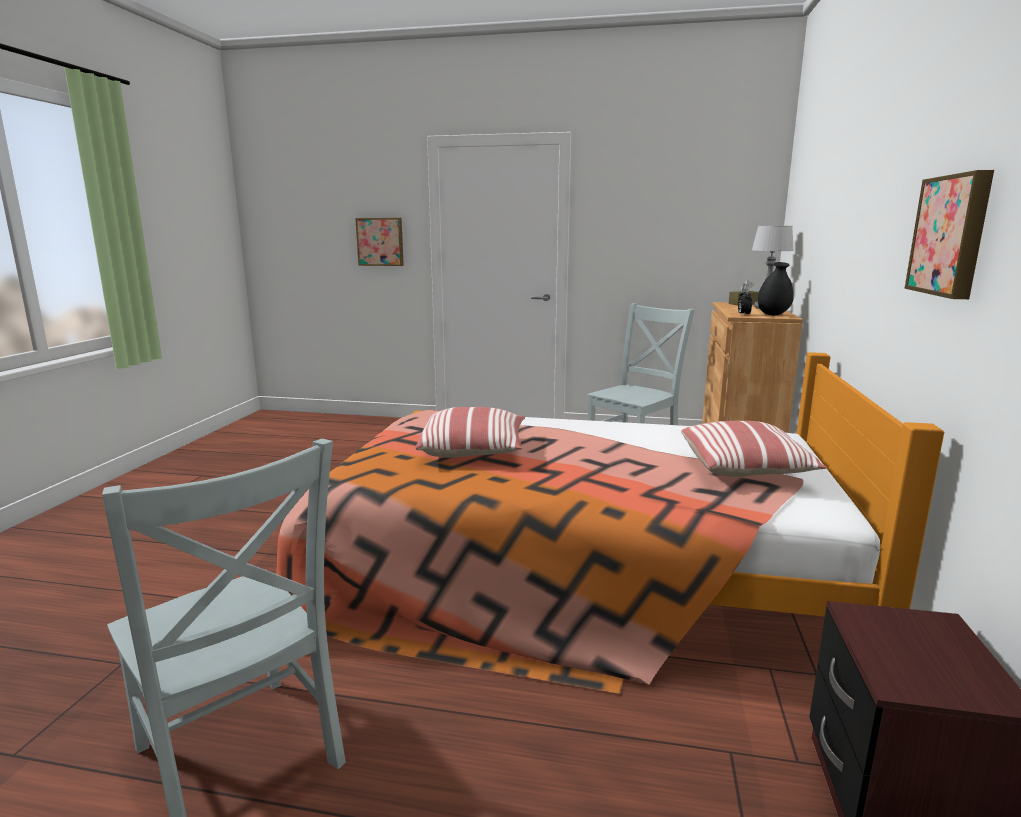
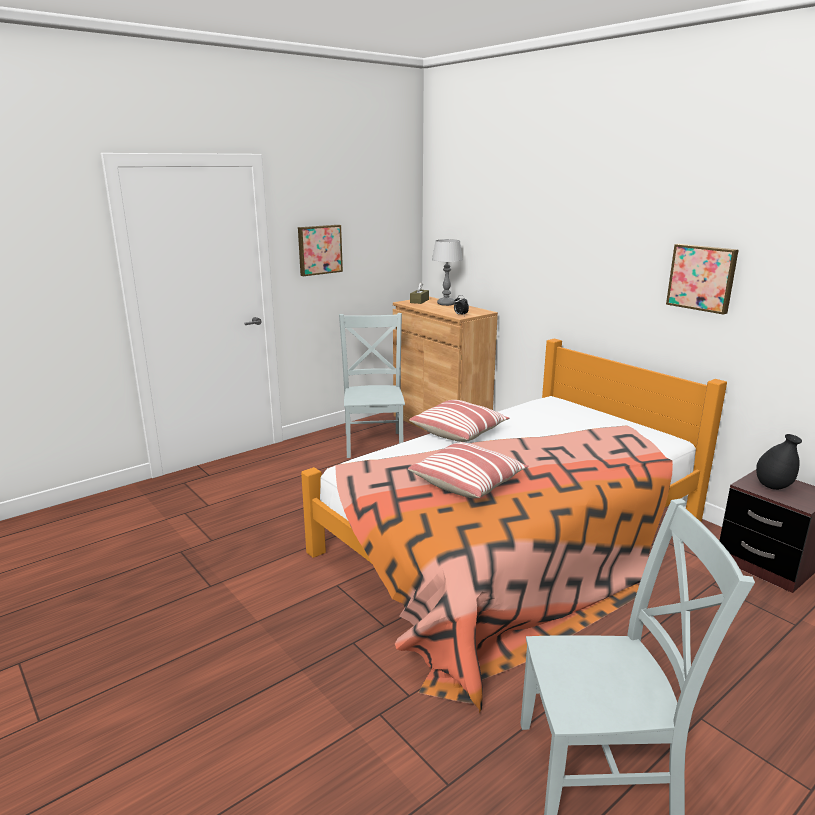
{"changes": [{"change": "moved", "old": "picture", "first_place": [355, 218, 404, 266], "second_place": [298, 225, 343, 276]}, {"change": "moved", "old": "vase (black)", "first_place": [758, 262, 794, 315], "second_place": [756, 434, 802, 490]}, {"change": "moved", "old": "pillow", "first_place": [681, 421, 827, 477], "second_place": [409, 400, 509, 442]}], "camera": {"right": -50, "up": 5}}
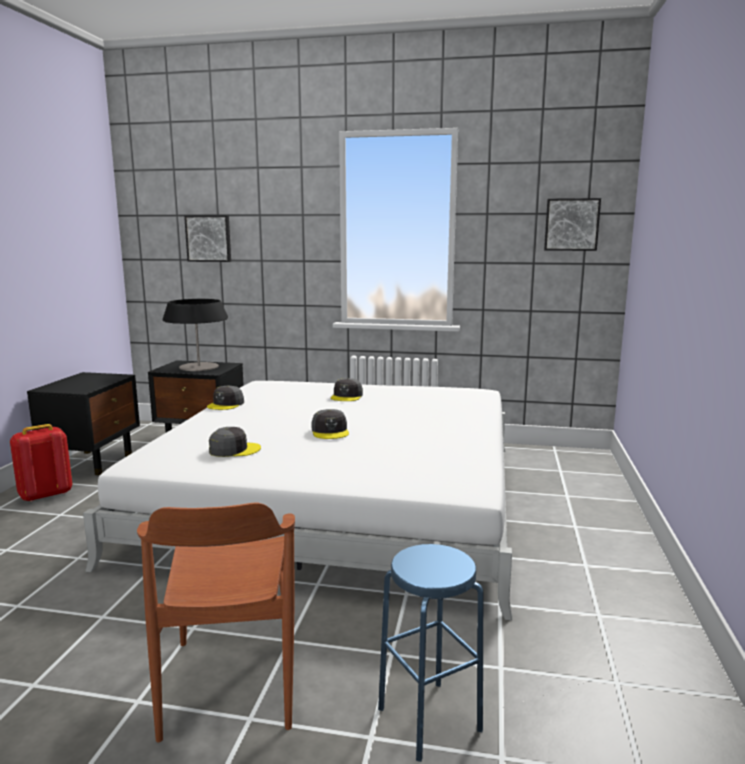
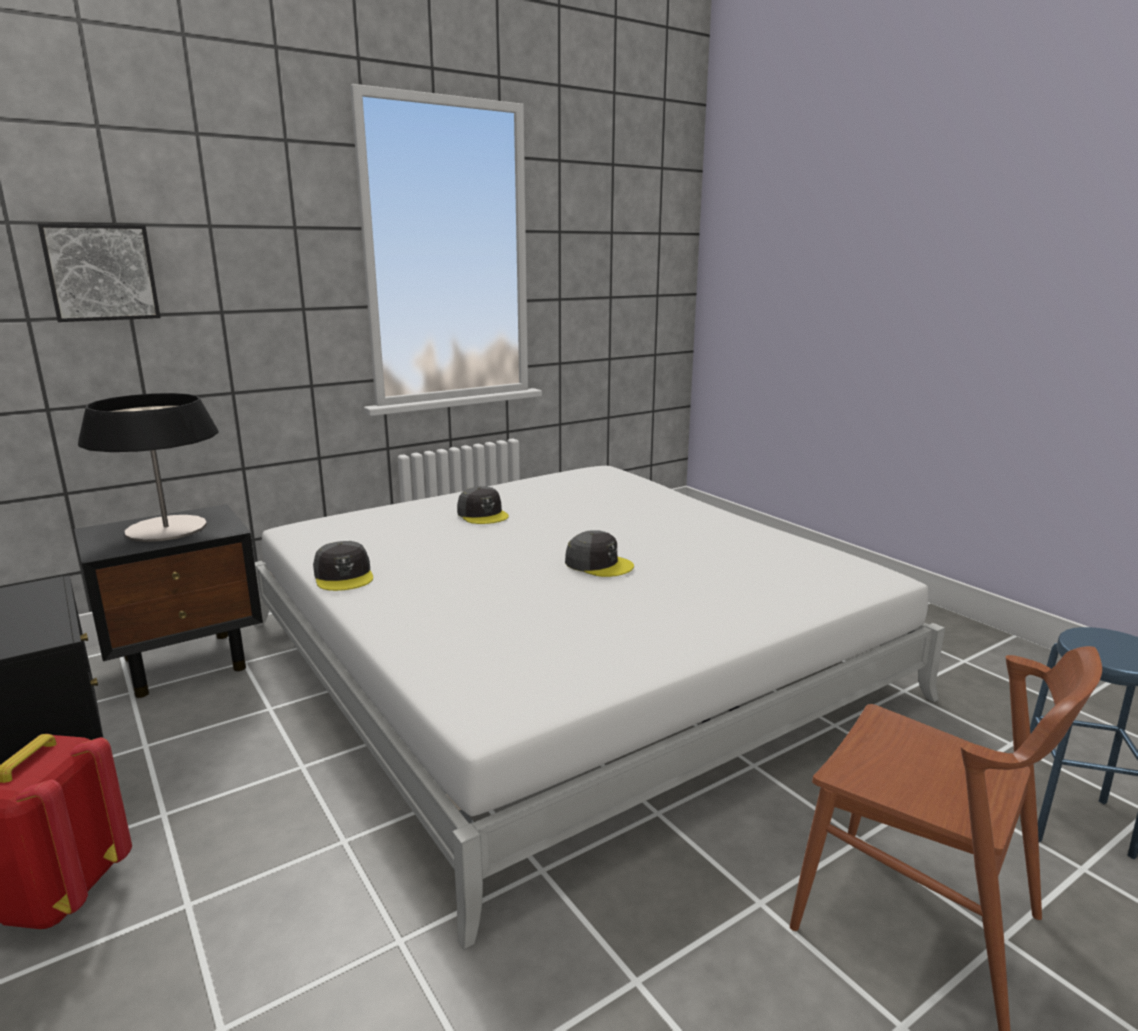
{"changes": [{"change": "removed", "old": "picture", "first_place": [544, 198, 601, 251]}, {"change": "removed", "old": "cap (grey)", "first_place": [209, 427, 261, 457]}], "camera": {"right": -45, "up": 5}}
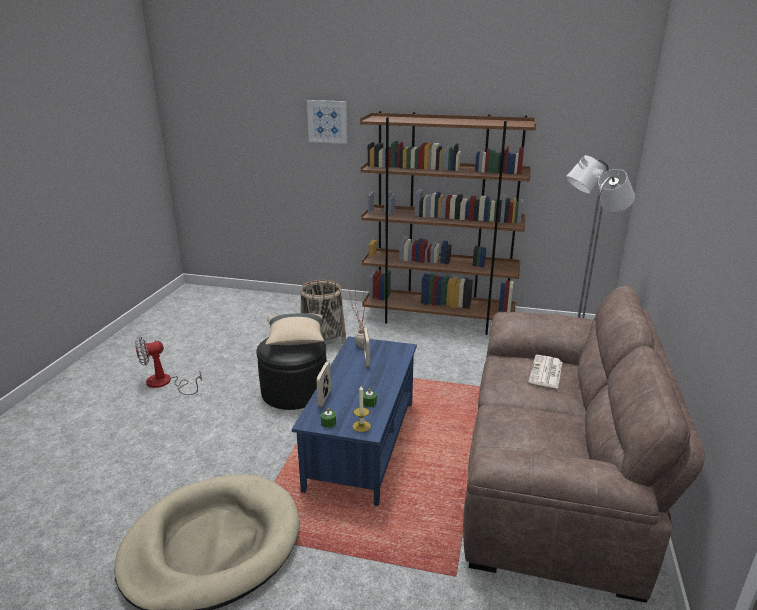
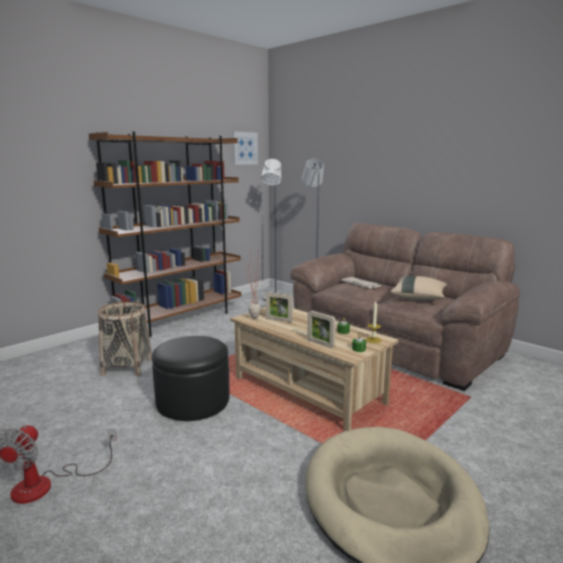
{"changes": [{"change": "moved", "old": "picture", "first_place": [307, 100, 348, 144], "second_place": [233, 132, 258, 165]}, {"change": "moved", "old": "pillow (beige)", "first_place": [265, 313, 324, 345], "second_place": [391, 276, 447, 300]}, {"change": "recoloured", "old": "coffee table (blue)", "new": "coffee table (beige)", "first_place": [292, 336, 417, 506], "second_place": [230, 307, 399, 431]}], "camera": {"right": -60, "up": -10}}
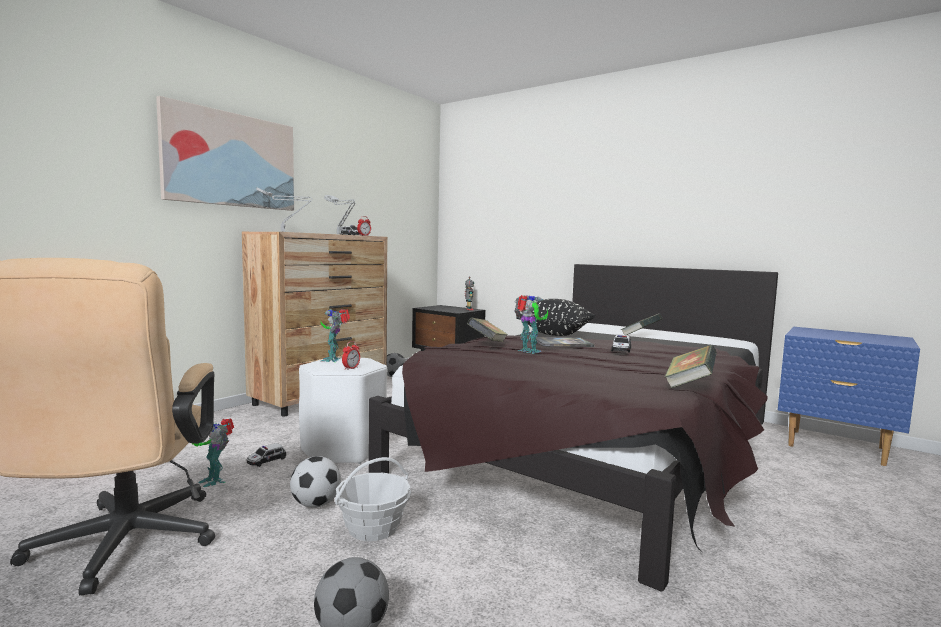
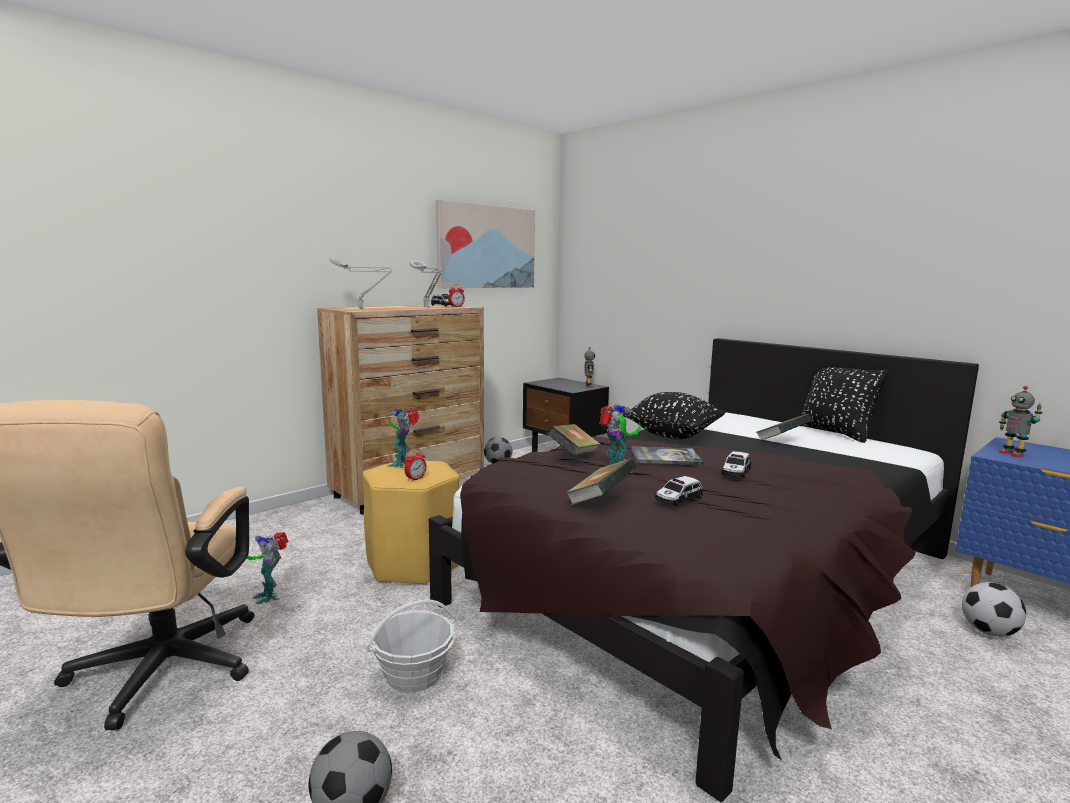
{"changes": [{"change": "moved", "old": "picture", "first_place": [156, 96, 294, 211], "second_place": [436, 200, 535, 288]}, {"change": "moved", "old": "book", "first_place": [665, 345, 717, 388], "second_place": [565, 459, 636, 505]}, {"change": "recoloured", "old": "stool (white)", "new": "stool (yellow)", "first_place": [299, 358, 387, 464], "second_place": [363, 460, 459, 585]}, {"change": "moved", "old": "toy car", "first_place": [247, 443, 286, 467], "second_place": [655, 476, 703, 506]}, {"change": "moved", "old": "football", "first_place": [290, 456, 341, 508], "second_place": [962, 582, 1026, 637]}, {"change": "added", "new": "pillow (black)", "second_place": [801, 367, 889, 443]}, {"change": "added", "new": "toy robot", "second_place": [999, 386, 1043, 457]}], "camera": {"right": 10, "up": 5}}
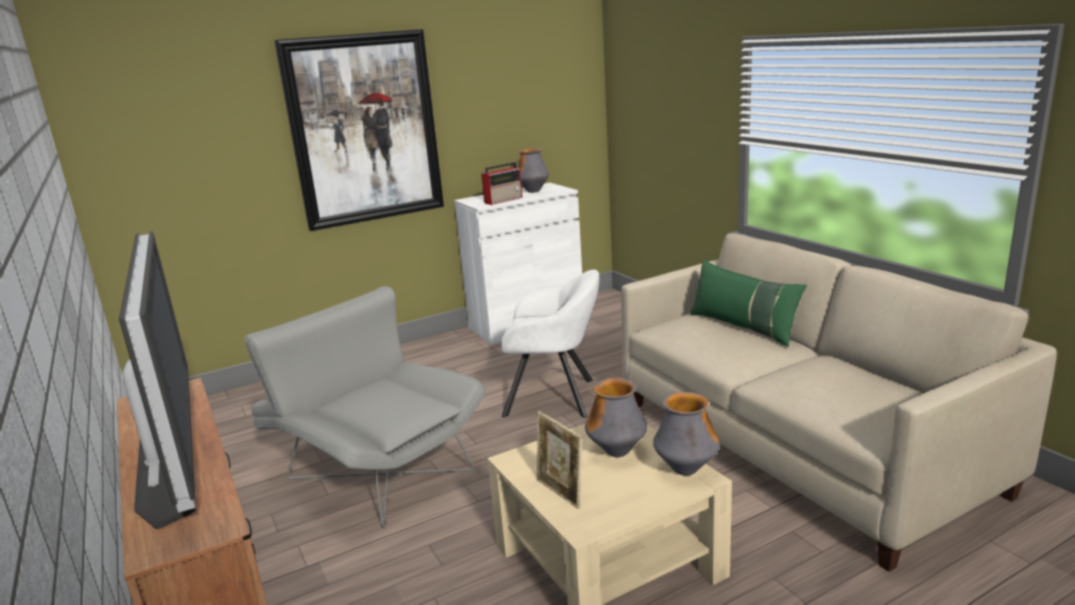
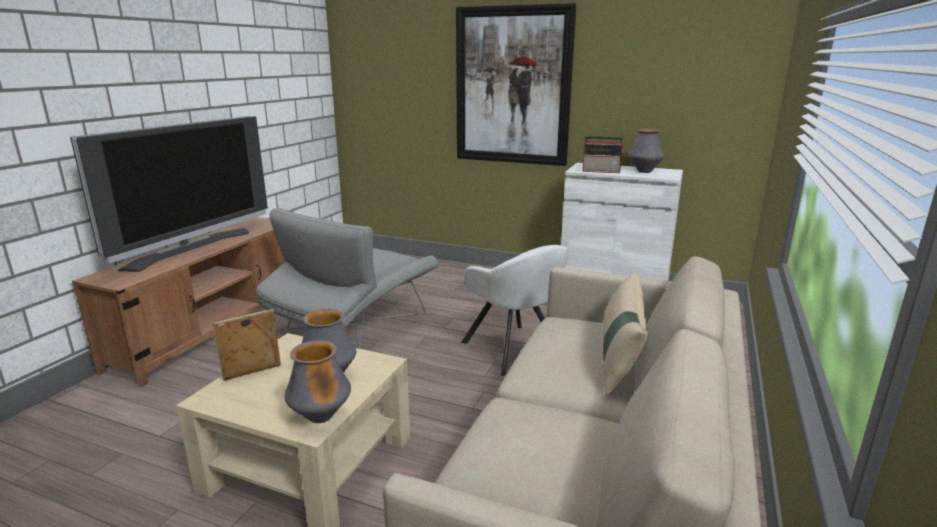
{"changes": [{"change": "recoloured", "old": "pillow (green)", "new": "pillow (beige)", "first_place": [691, 260, 807, 347], "second_place": [603, 271, 648, 396]}, {"change": "turned", "old": "armchair (grey)", "first_place": [245, 286, 486, 528], "second_place": [256, 208, 439, 349], "degrees": -150}, {"change": "turned", "old": "picture frame", "first_place": [537, 411, 582, 509], "second_place": [212, 309, 281, 381], "degrees": 45}], "camera": {"right": 50, "up": 0}}
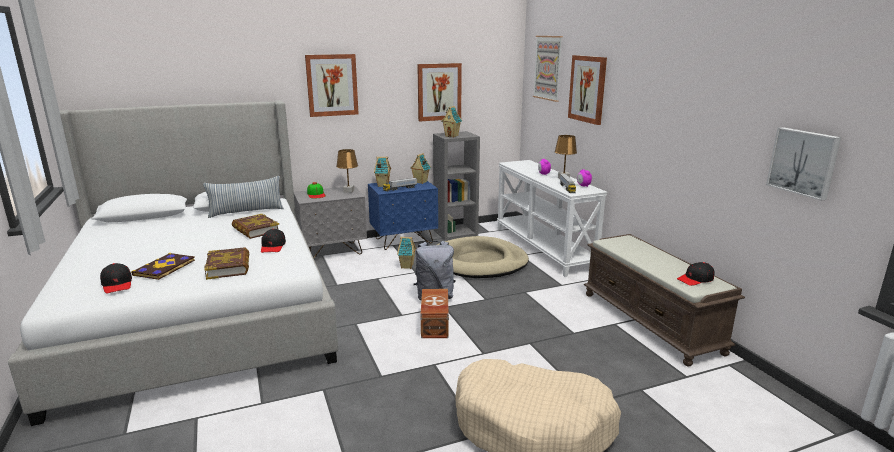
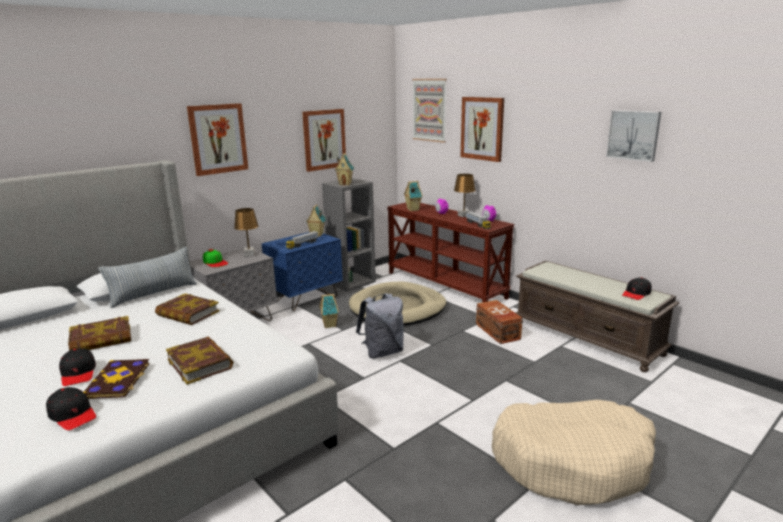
{"changes": [{"change": "moved", "old": "picture", "first_place": [766, 127, 841, 201], "second_place": [606, 110, 661, 162]}, {"change": "moved", "old": "toy house", "first_place": [374, 157, 391, 187], "second_place": [404, 181, 423, 211]}, {"change": "recoloured", "old": "console table (white)", "new": "console table (brown)", "first_place": [497, 160, 608, 277], "second_place": [387, 202, 515, 302]}, {"change": "moved", "old": "cap (black)", "first_place": [261, 229, 286, 253], "second_place": [59, 348, 96, 386]}, {"change": "moved", "old": "storage box (brown)", "first_place": [421, 289, 449, 338], "second_place": [476, 300, 523, 344]}, {"change": "added", "new": "book", "second_place": [68, 316, 131, 351]}], "camera": {"right": -20, "up": 0}}
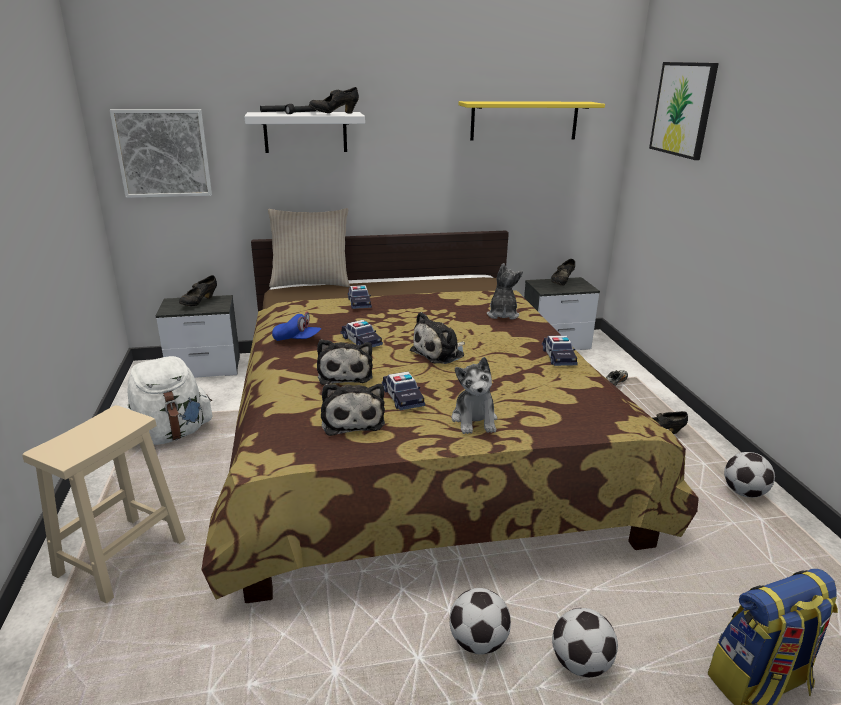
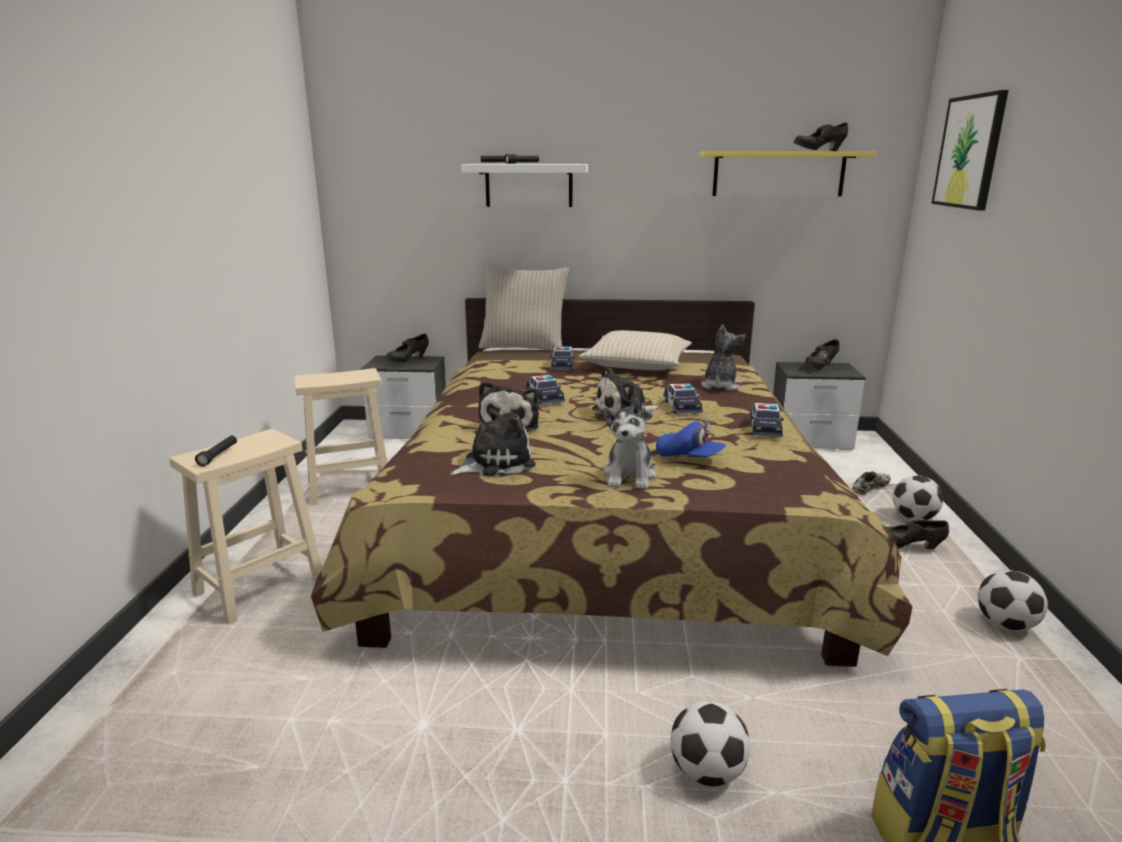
{"changes": [{"change": "moved", "old": "shoe (black)", "first_place": [309, 87, 359, 114], "second_place": [794, 122, 848, 151]}, {"change": "removed", "old": "picture", "first_place": [110, 109, 212, 198]}, {"change": "moved", "old": "cap (blue)", "first_place": [272, 312, 321, 341], "second_place": [656, 420, 726, 457]}, {"change": "replaced", "old": "backpack (white)", "new": "stool (beige)", "first_place": [124, 356, 212, 445], "second_place": [294, 368, 388, 505]}, {"change": "moved", "old": "toy car", "first_place": [382, 372, 425, 410], "second_place": [663, 383, 703, 414]}, {"change": "turned", "old": "plush toy", "first_place": [321, 384, 385, 436], "second_place": [450, 408, 535, 476], "degrees": -120}, {"change": "moved", "old": "football", "first_place": [450, 588, 511, 654], "second_place": [893, 475, 943, 521]}, {"change": "added", "new": "pillow (beige)", "second_place": [579, 330, 692, 370]}, {"change": "added", "new": "flashlight (black)", "second_place": [195, 435, 237, 467]}], "camera": {"right": 15, "up": -5}}
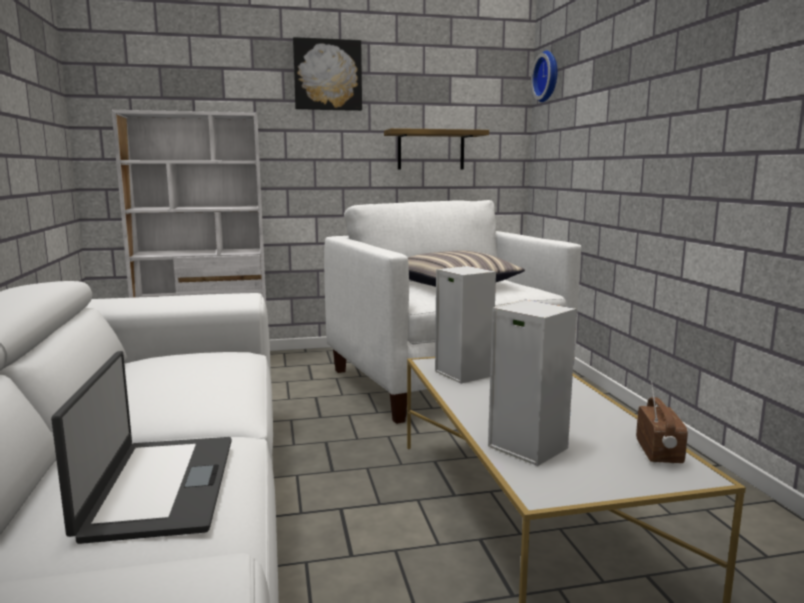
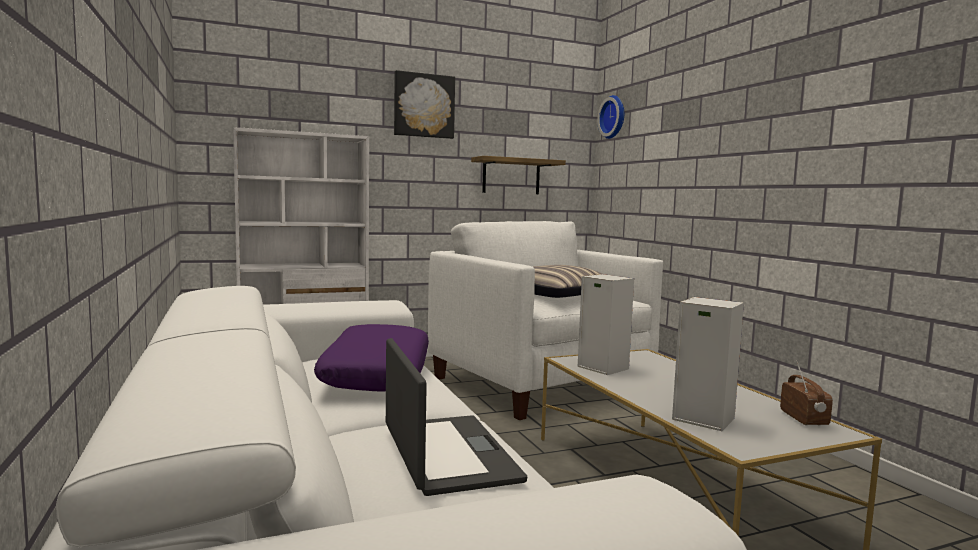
{"changes": [{"change": "added", "new": "pillow (purple)", "second_place": [314, 324, 429, 392]}], "camera": {"right": -10, "up": -5}}
